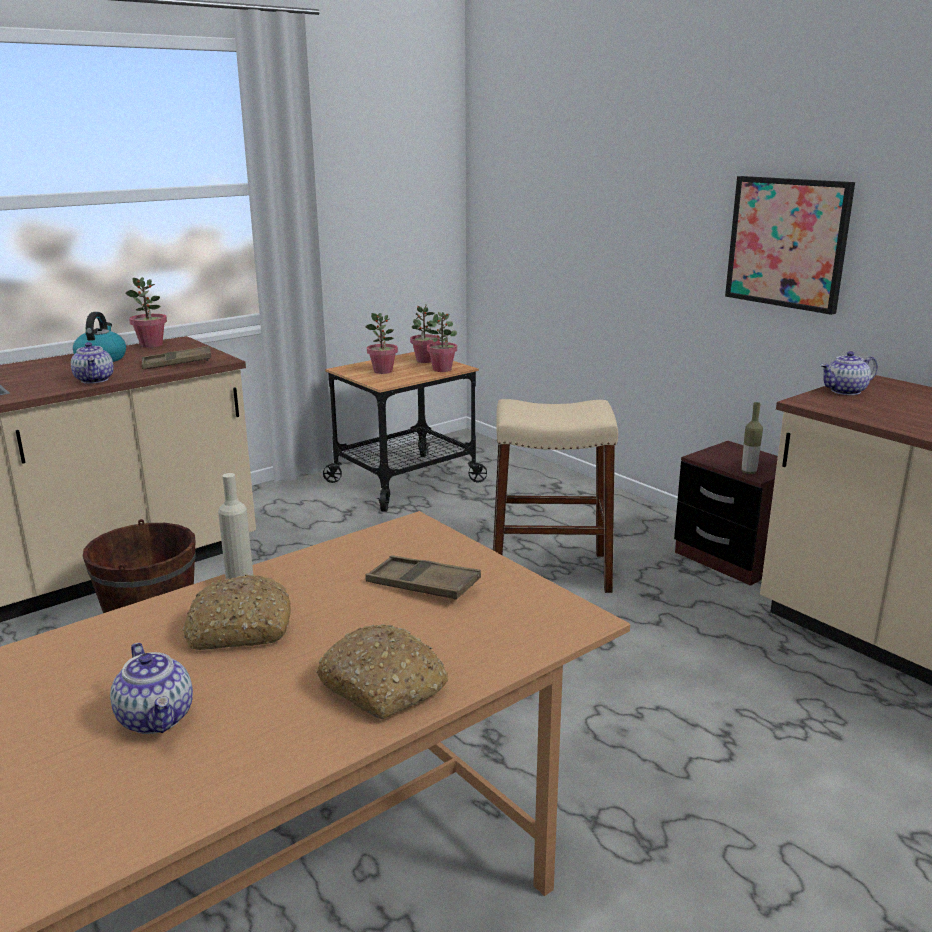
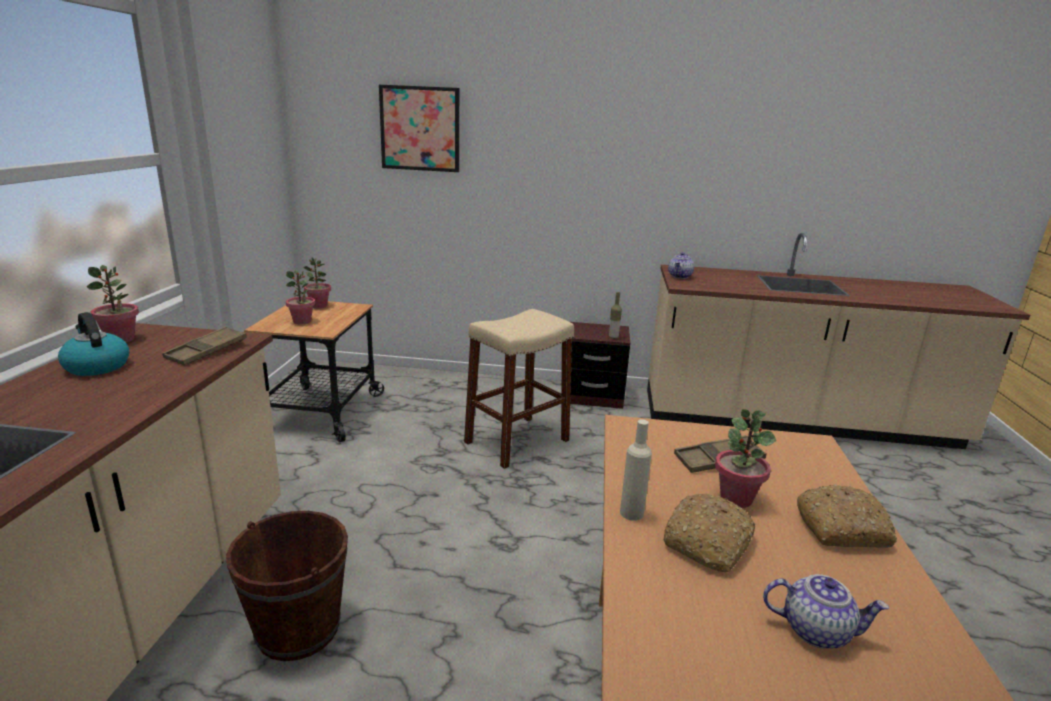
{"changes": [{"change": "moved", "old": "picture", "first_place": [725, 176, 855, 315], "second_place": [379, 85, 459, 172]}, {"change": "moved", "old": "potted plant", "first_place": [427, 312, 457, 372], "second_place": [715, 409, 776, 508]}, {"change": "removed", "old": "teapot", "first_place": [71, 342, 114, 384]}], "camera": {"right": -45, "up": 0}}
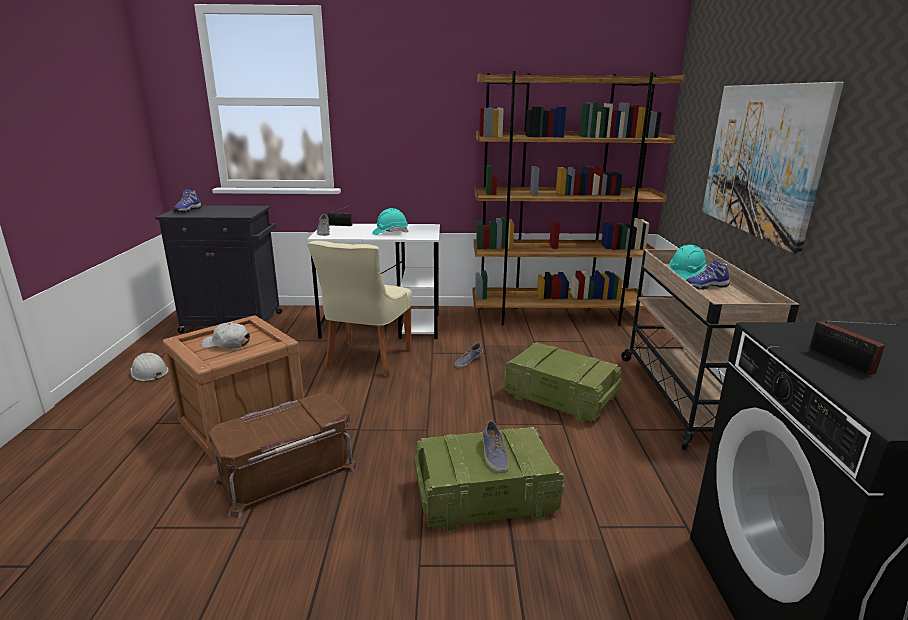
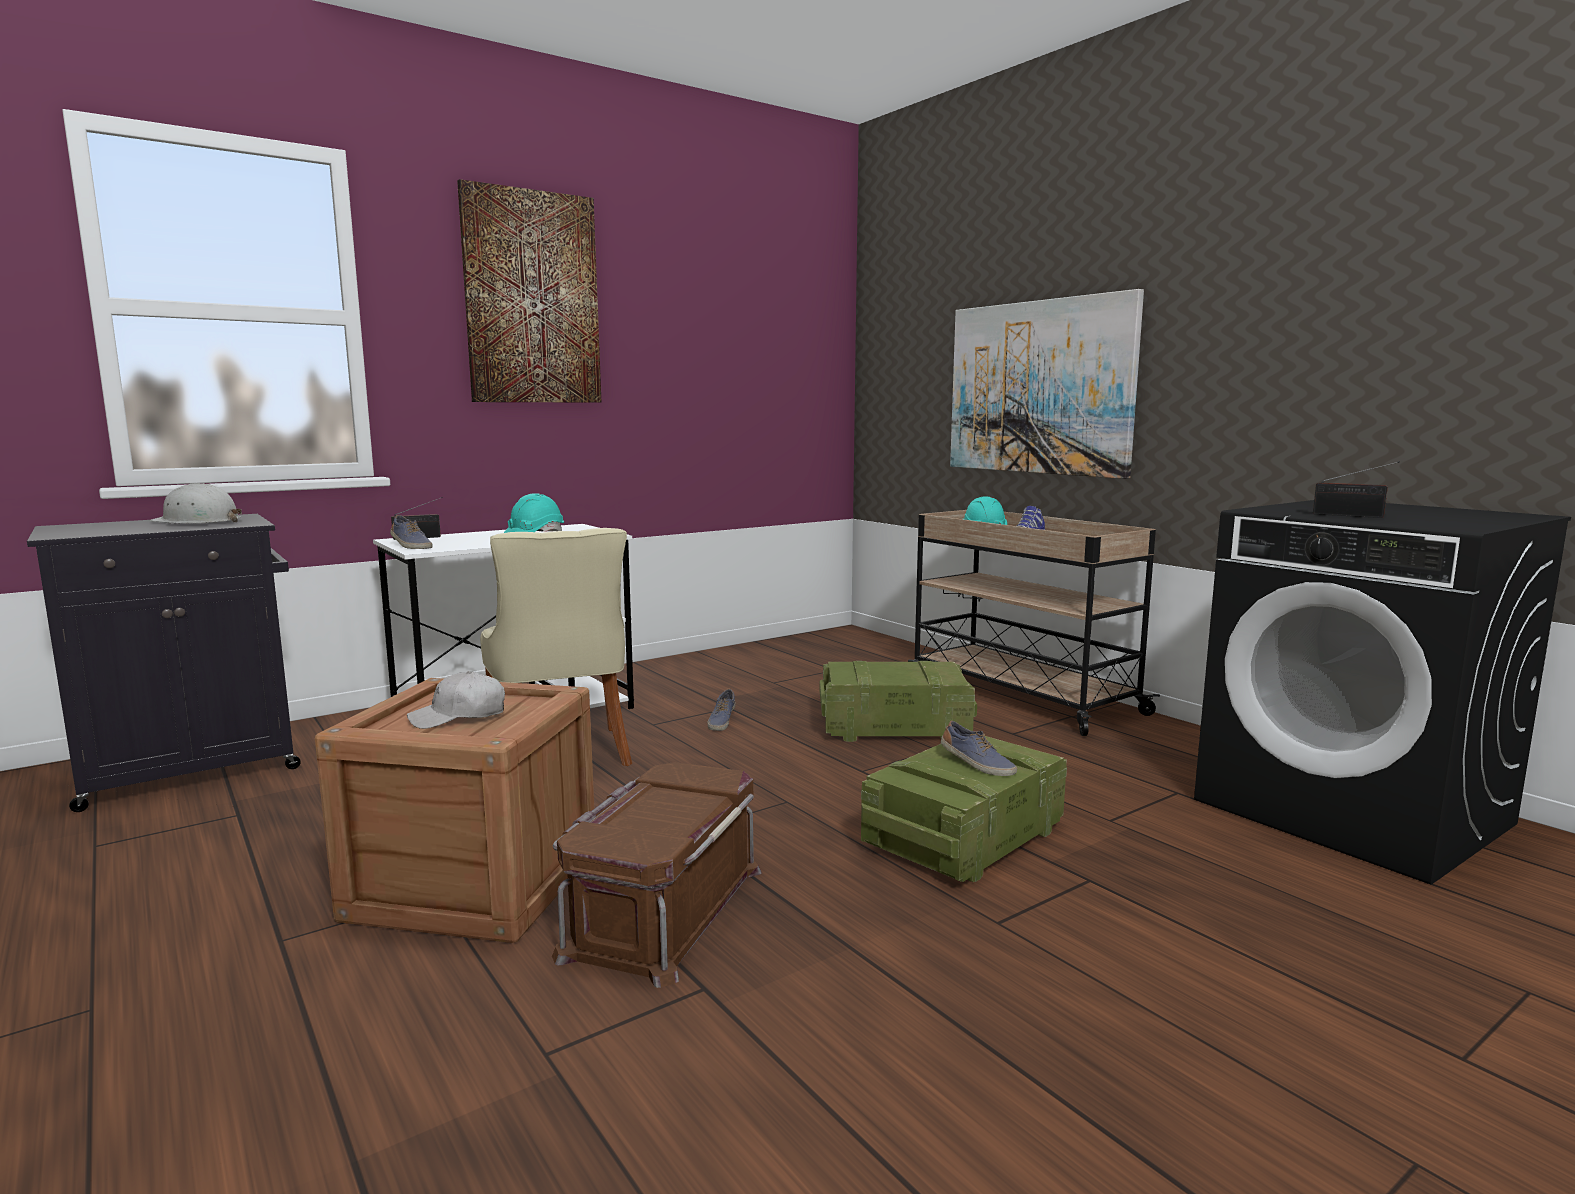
{"changes": [{"change": "removed", "old": "bookcase (brown)", "first_place": [472, 71, 685, 326]}, {"change": "removed", "old": "shoe", "first_place": [173, 189, 202, 213]}, {"change": "moved", "old": "hard hat (white)", "first_place": [131, 353, 169, 381], "second_place": [149, 483, 242, 524]}, {"change": "added", "new": "picture", "second_place": [457, 179, 602, 403]}], "camera": {"right": -35, "up": -10}}
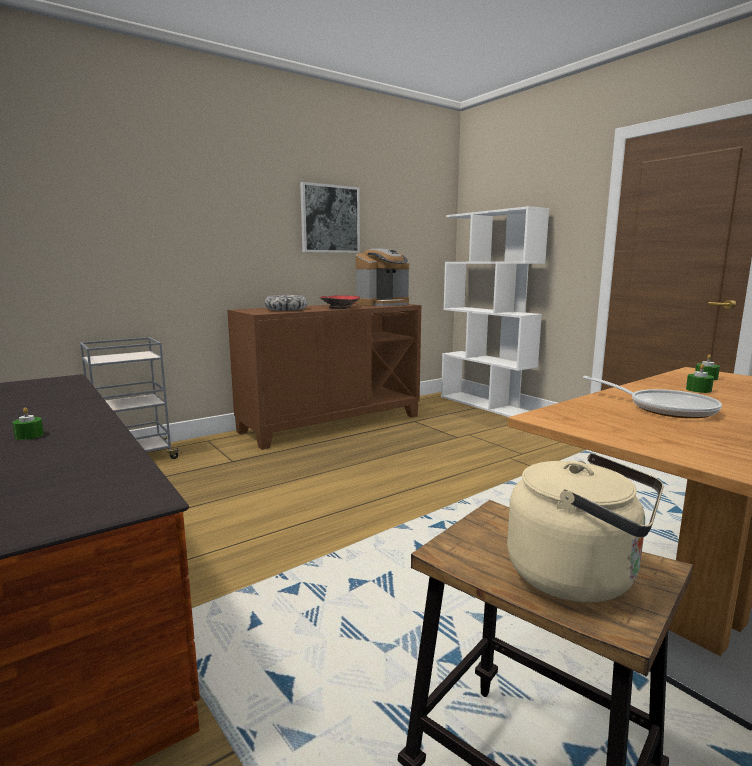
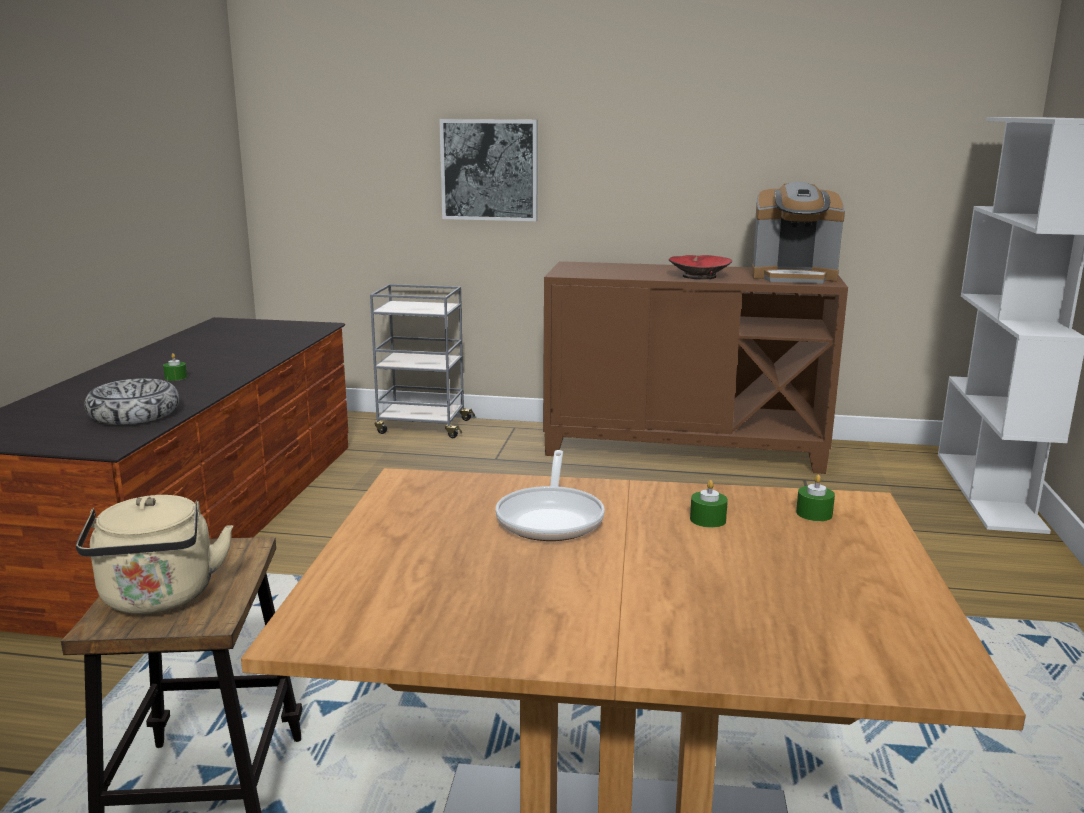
{"changes": [{"change": "moved", "old": "picture", "first_place": [300, 182, 360, 253], "second_place": [439, 119, 538, 221]}, {"change": "moved", "old": "bowl", "first_place": [265, 295, 308, 311], "second_place": [85, 378, 179, 425]}], "camera": {"right": 45, "up": 5}}
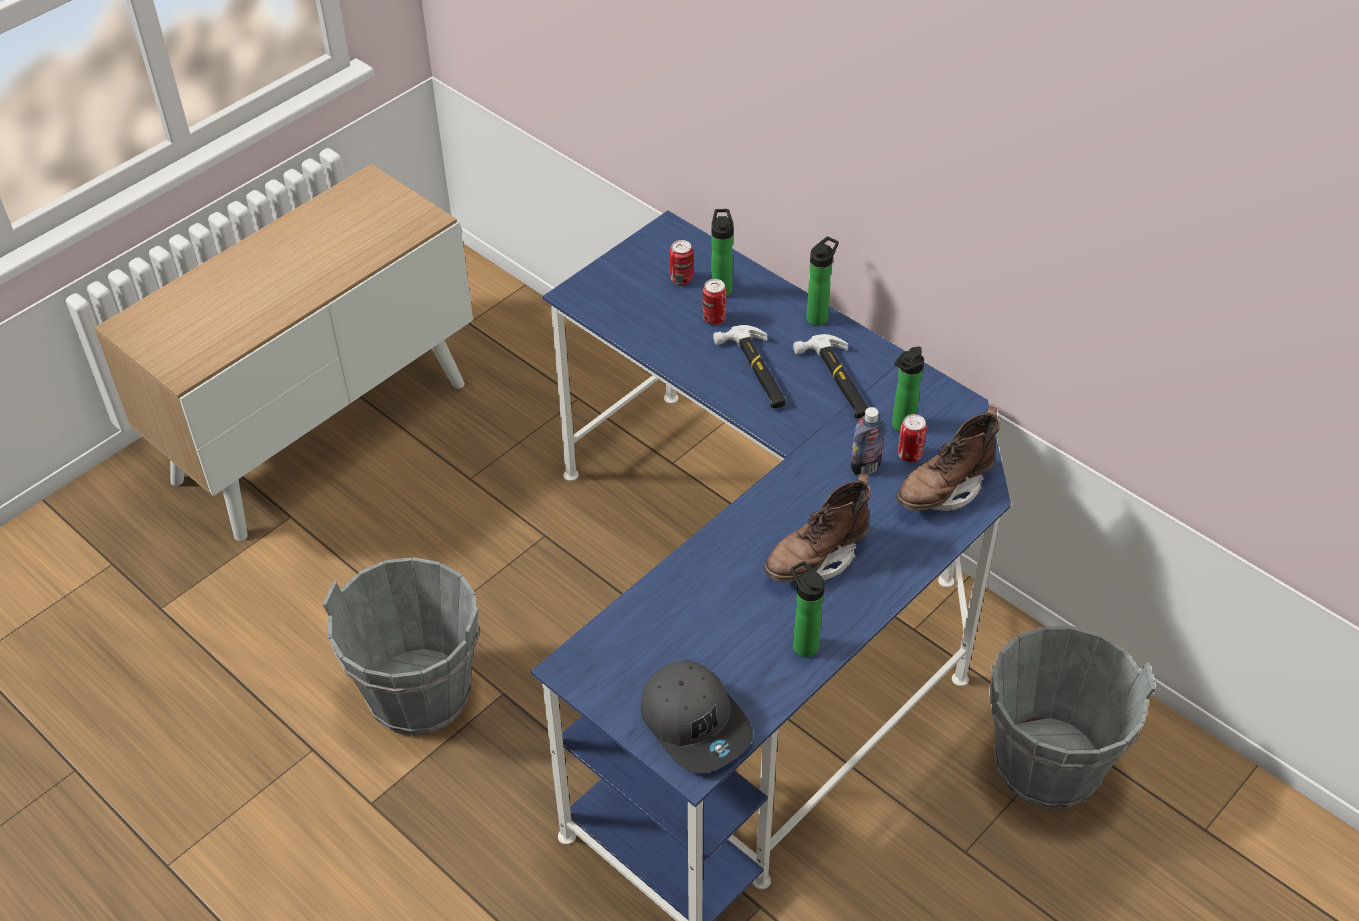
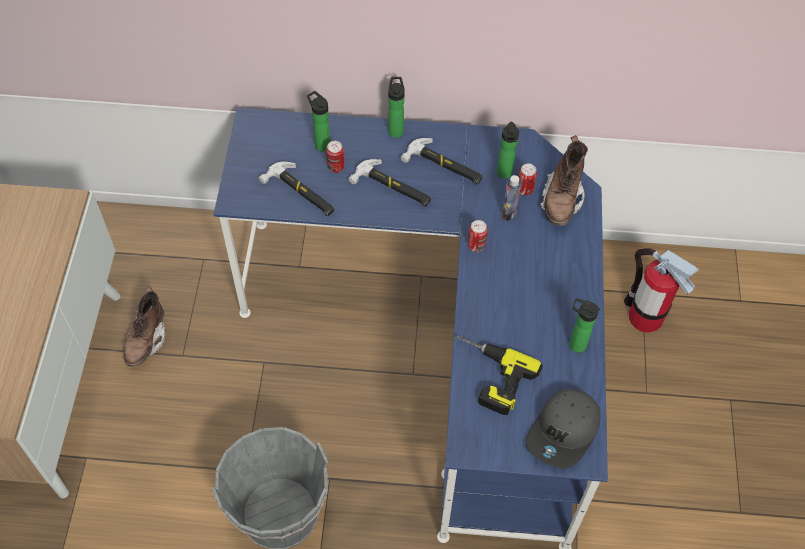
{"changes": [{"change": "moved", "old": "can", "first_place": [670, 240, 693, 285], "second_place": [468, 220, 488, 252]}, {"change": "moved", "old": "boot (brown)", "first_place": [764, 474, 871, 582], "second_place": [123, 286, 165, 367]}, {"change": "replaced", "old": "bucket (grey)", "new": "fire extinguisher", "first_place": [989, 626, 1156, 809], "second_place": [624, 248, 698, 333]}, {"change": "turned", "old": "cap (grey)", "first_place": [641, 660, 753, 774], "second_place": [525, 388, 601, 469], "degrees": 105}, {"change": "added", "new": "hammer", "second_place": [259, 161, 334, 217]}, {"change": "added", "new": "power drill", "second_place": [456, 335, 543, 415]}], "camera": {"right": -40, "up": 10}}
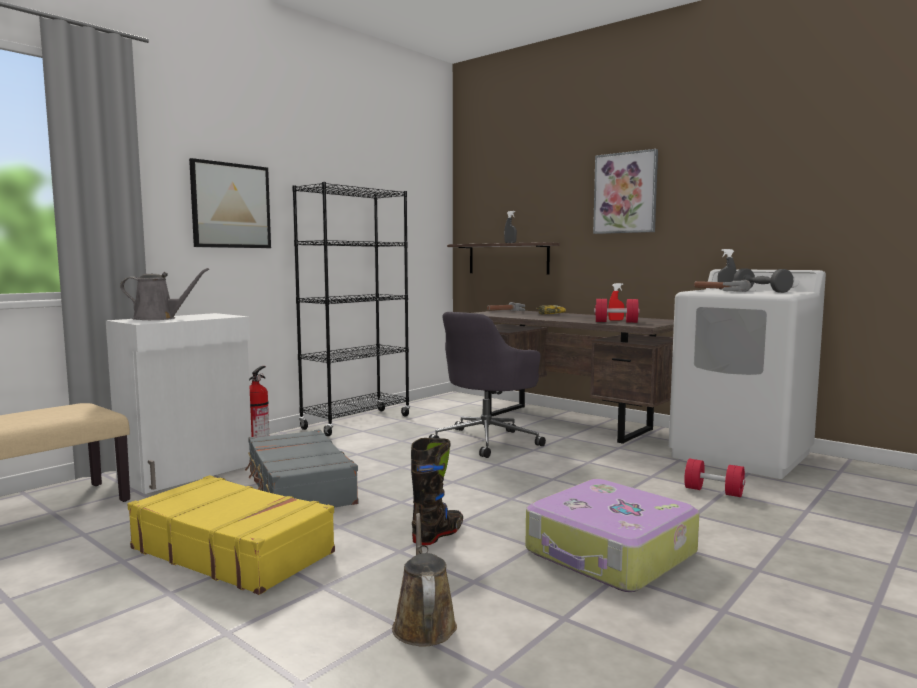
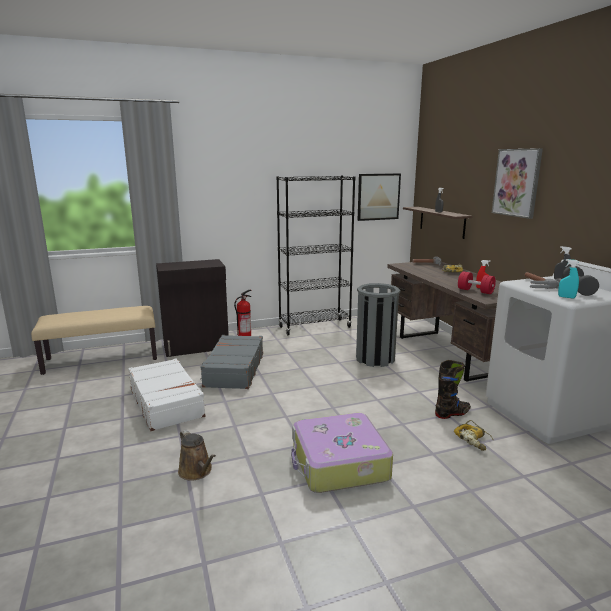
{"changes": [{"change": "moved", "old": "picture", "first_place": [189, 158, 271, 248], "second_place": [358, 173, 401, 221]}, {"change": "removed", "old": "watering can (grey)", "first_place": [120, 268, 209, 320]}, {"change": "replaced", "old": "office chair (grey)", "new": "trash can (grey)", "first_place": [429, 312, 546, 458], "second_place": [356, 283, 400, 367]}, {"change": "recoloured", "old": "cabinet (white)", "new": "cabinet (black)", "first_place": [106, 313, 252, 494], "second_place": [156, 259, 229, 357]}, {"change": "moved", "old": "boot (black)", "first_place": [411, 438, 463, 545], "second_place": [435, 360, 471, 419]}, {"change": "replaced", "old": "dumbbell (red)", "new": "power drill", "first_place": [684, 459, 745, 497], "second_place": [454, 420, 494, 451]}, {"change": "recoloured", "old": "suitcase (yellow)", "new": "suitcase (white)", "first_place": [127, 475, 335, 595], "second_place": [128, 358, 206, 431]}, {"change": "turned", "old": "watering can (brown)", "first_place": [392, 513, 457, 647], "second_place": [178, 430, 216, 481], "degrees": 120}, {"change": "added", "new": "spray bottle (turquoise)", "second_place": [558, 259, 579, 298]}], "camera": {"right": 30, "up": 10}}
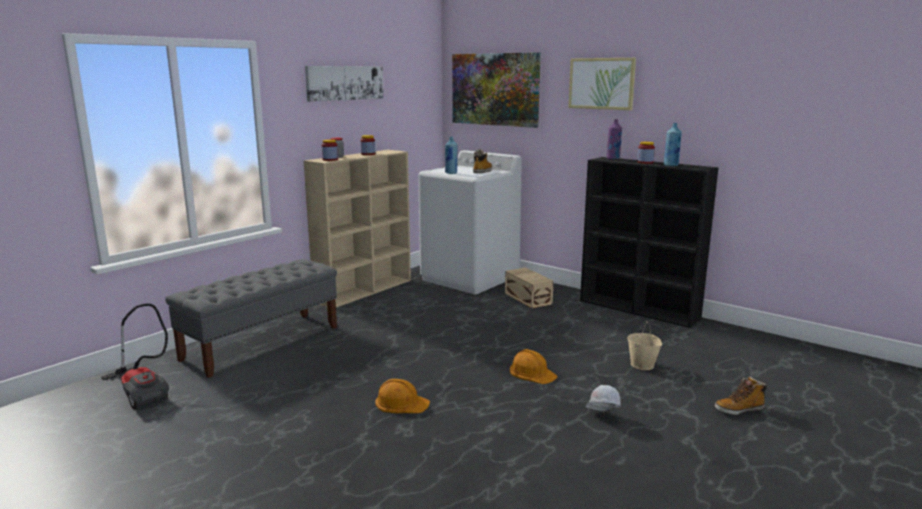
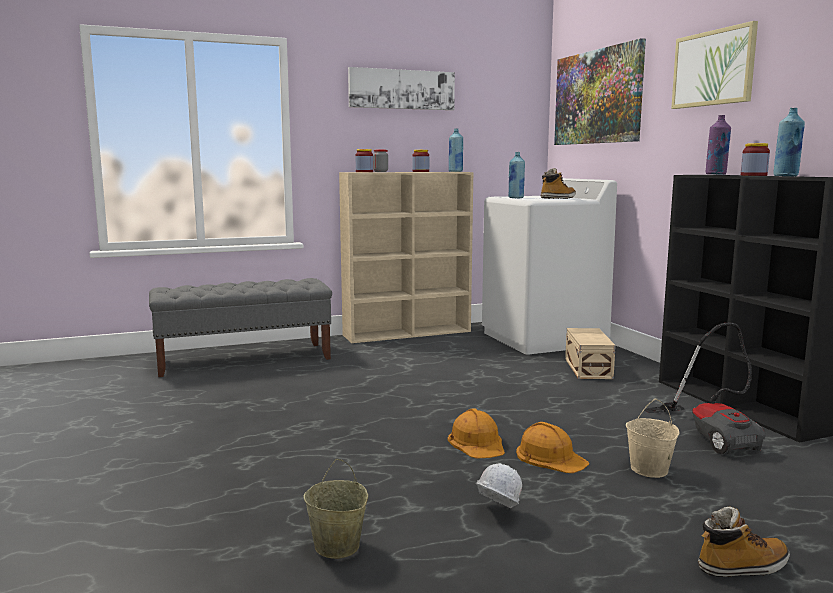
{"changes": [{"change": "moved", "old": "vacuum cleaner", "first_place": [101, 304, 169, 410], "second_place": [644, 323, 766, 455]}, {"change": "turned", "old": "boot", "first_place": [715, 376, 767, 415], "second_place": [698, 507, 790, 577], "degrees": 150}, {"change": "moved", "old": "hard hat (orange)", "first_place": [375, 379, 430, 413], "second_place": [516, 422, 589, 473]}, {"change": "added", "new": "bottle (blue)", "second_place": [449, 128, 463, 172]}, {"change": "added", "new": "bucket (beige)", "second_place": [304, 459, 368, 559]}], "camera": {"right": 30, "up": -5}}
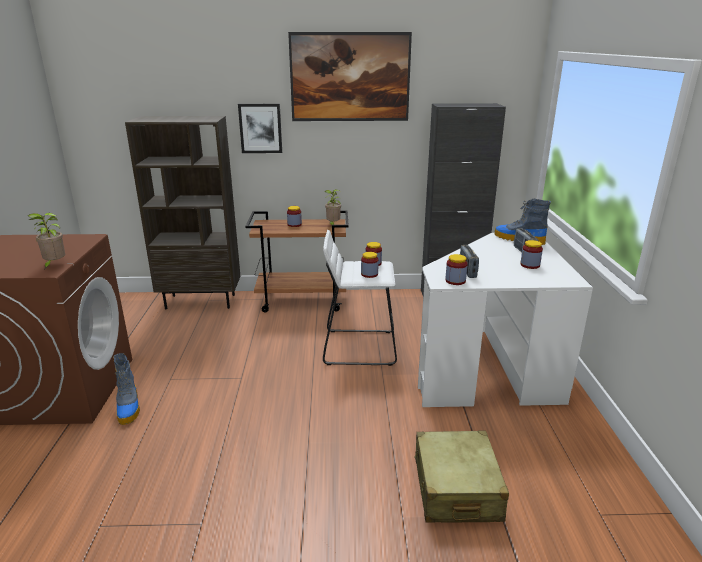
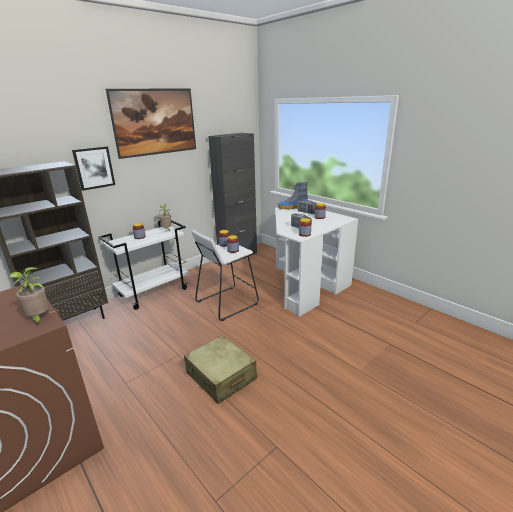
{"changes": [{"change": "recoloured", "old": "cart (brown)", "new": "cart (white)", "first_place": [245, 211, 349, 312], "second_place": [98, 220, 189, 310]}, {"change": "removed", "old": "boot", "first_place": [113, 353, 140, 425]}, {"change": "moved", "old": "suitcase (beige)", "first_place": [414, 431, 509, 523], "second_place": [184, 335, 257, 404]}], "camera": {"right": -40, "up": 0}}
